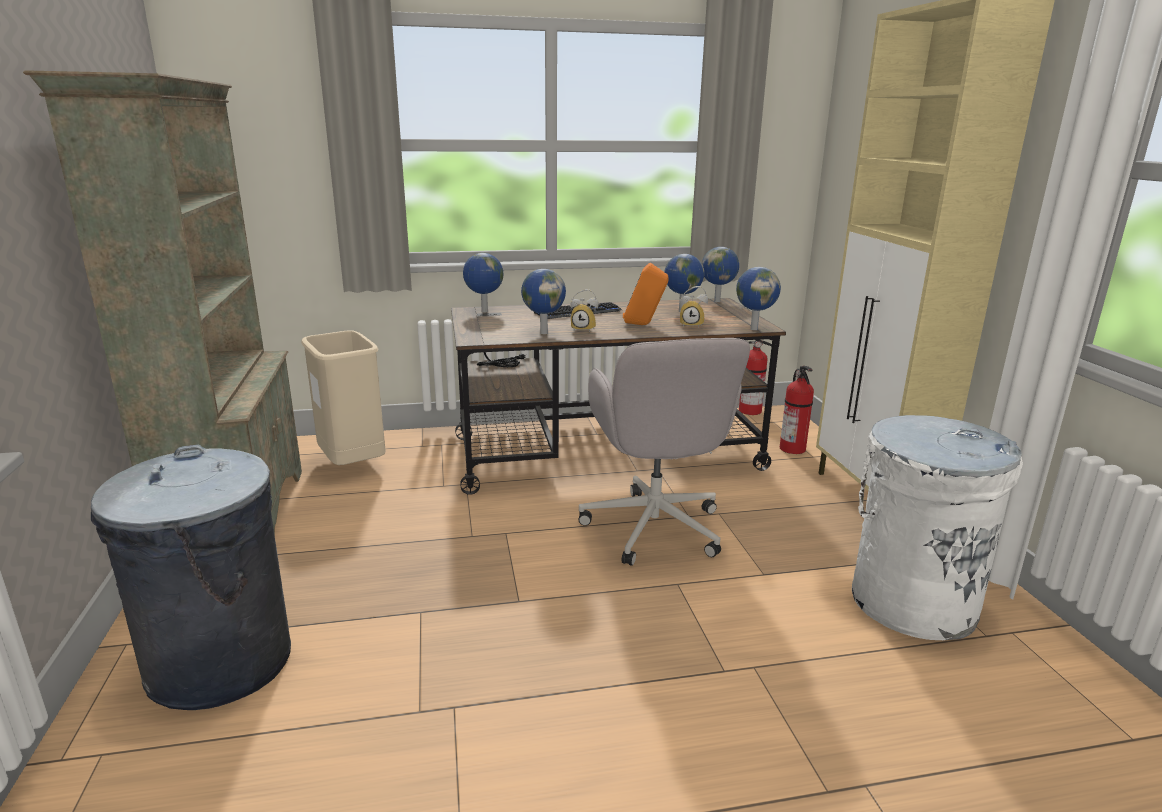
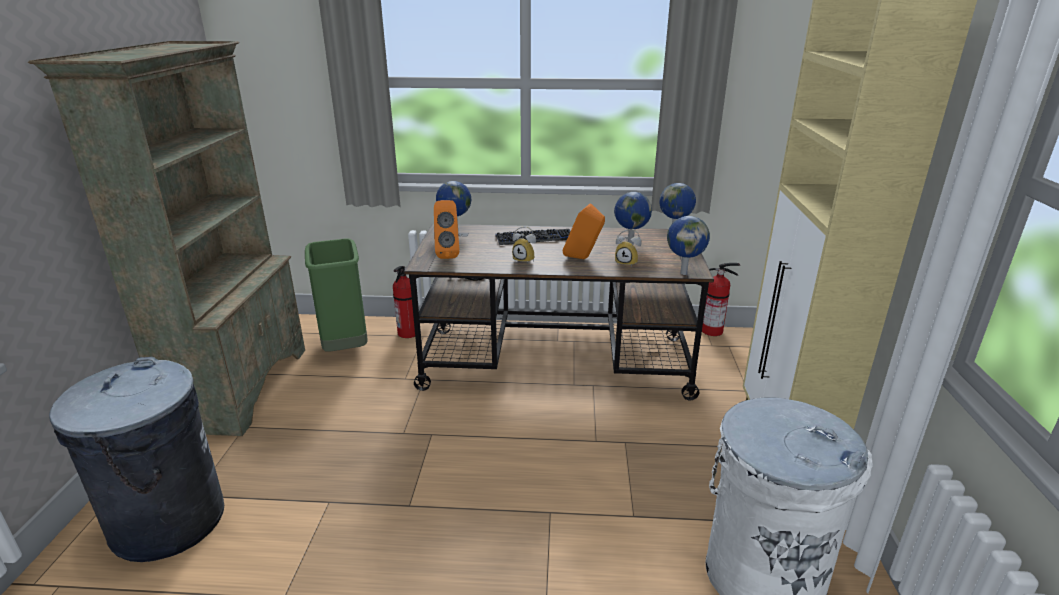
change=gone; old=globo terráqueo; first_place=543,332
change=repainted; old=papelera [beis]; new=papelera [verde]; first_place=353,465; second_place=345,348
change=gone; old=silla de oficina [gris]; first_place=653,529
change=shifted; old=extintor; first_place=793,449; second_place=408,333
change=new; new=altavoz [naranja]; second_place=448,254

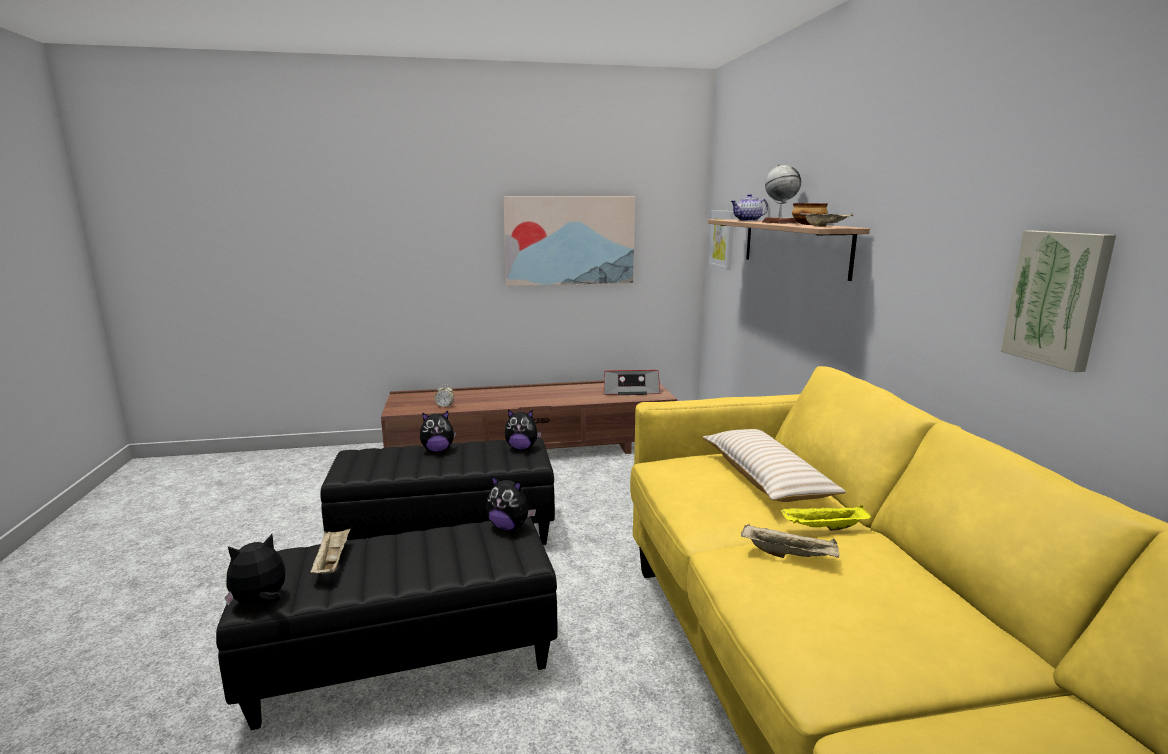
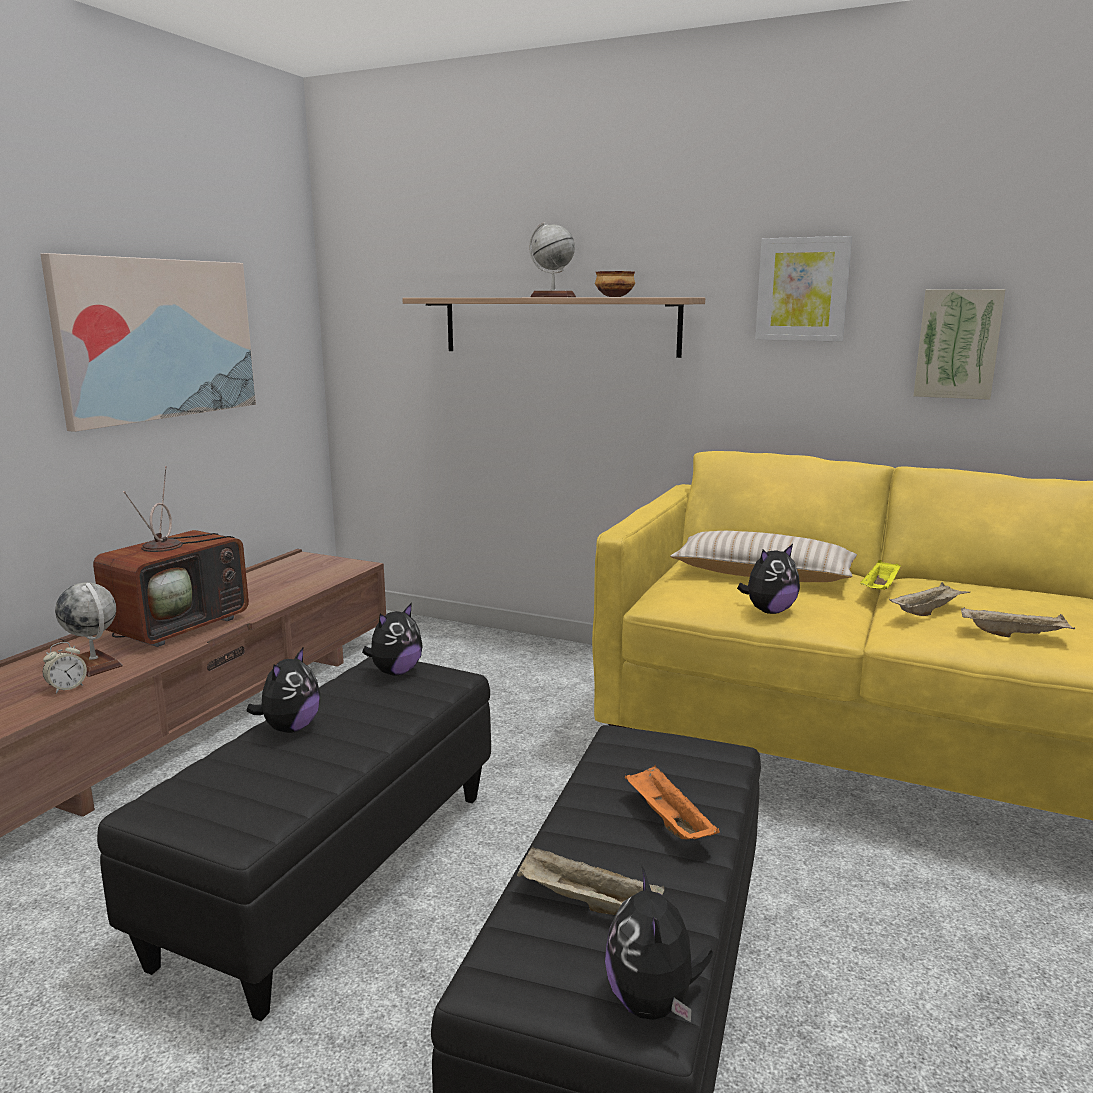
change=gone; old=tetera; first_place=748,220
change=shifted; old=cuadro; first_place=722,239; second_place=802,289
change=shifted; old=bandeja [beis]; first_place=825,226; second_place=1014,635
change=gone; old=radio; first_place=630,391
change=shifted; old=peluche; first_place=509,526; second_place=769,611
change=new; new=televisor; second_place=180,625
change=new; new=globo terráqueo; second_place=94,665
change=new; new=bandeja [naranja]; second_place=667,821

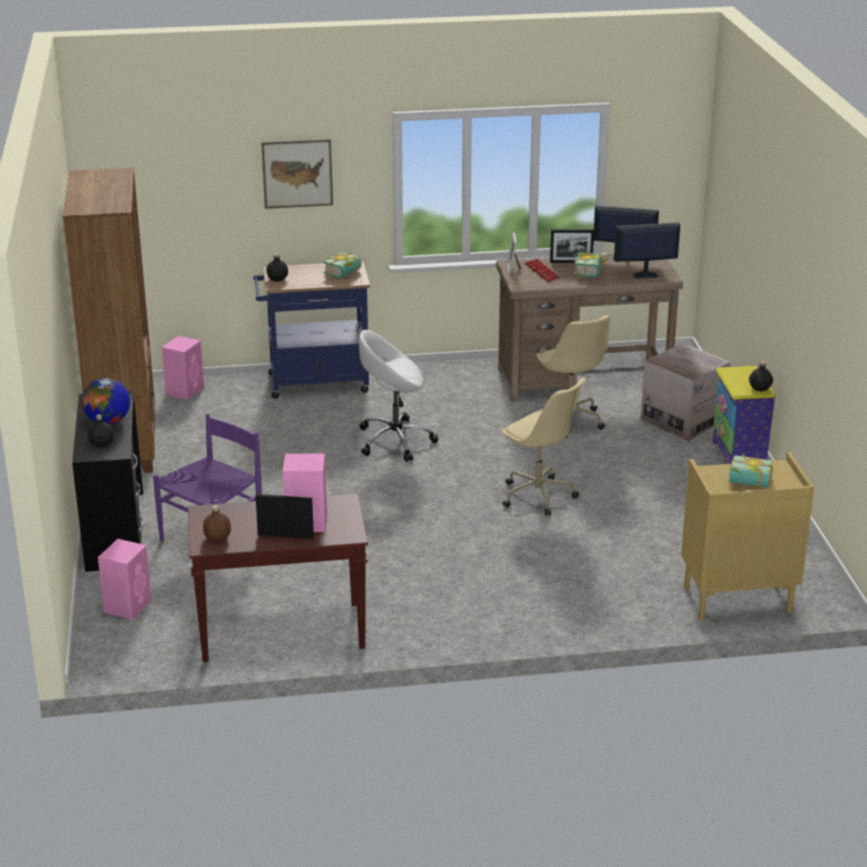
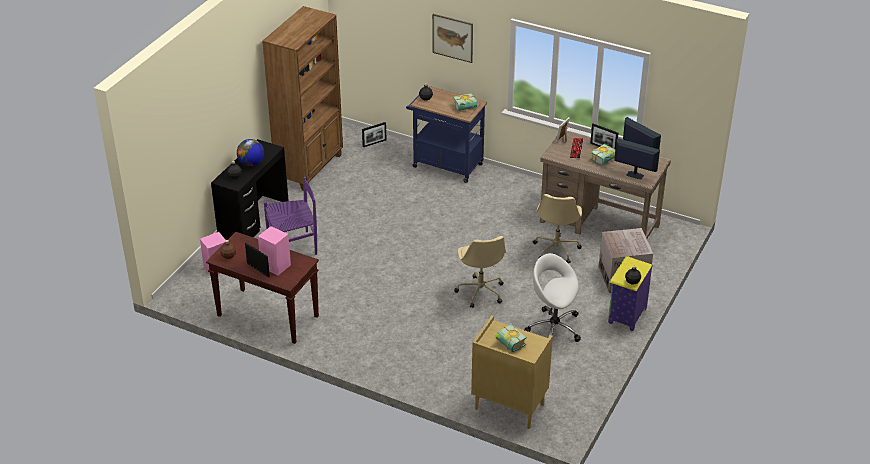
change=shifted; old=silla de oficina [blanco]; first_place=393,441; second_place=553,328
change=swapped; old=altavoz [rosa]; new=portarretratos; first_place=185,390; second_place=374,143

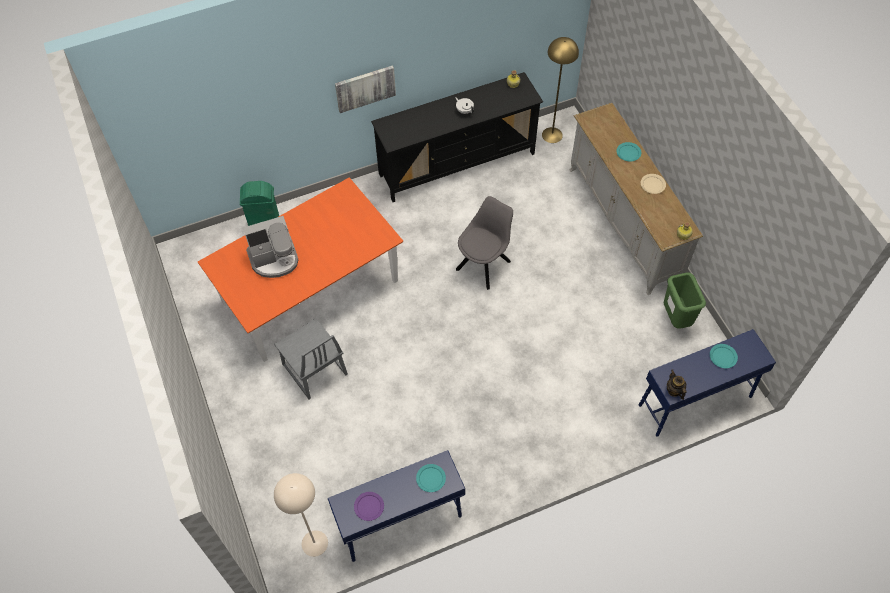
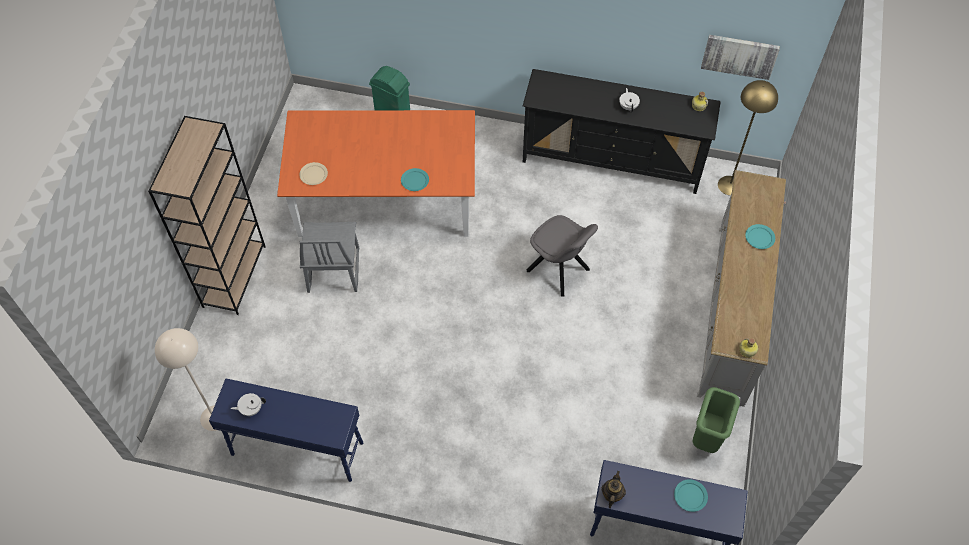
change=shifted; old=cuadro; first_place=365,88; second_place=739,55
change=shifted; old=plato [beis]; first_place=652,184; second_place=314,174
change=rotated; old=silla [gris]; first_place=484,265; second_place=558,270; degrees=60
change=gone; old=cafetera; first_place=274,259
change=shifted; old=plato [turquesa]; first_place=431,478; second_place=415,180
change=swapped; old=plato [morado]; new=tetera [blanco]; first_place=368,506; second_place=251,409
change=new; new=estantería [beis]; second_place=234,276

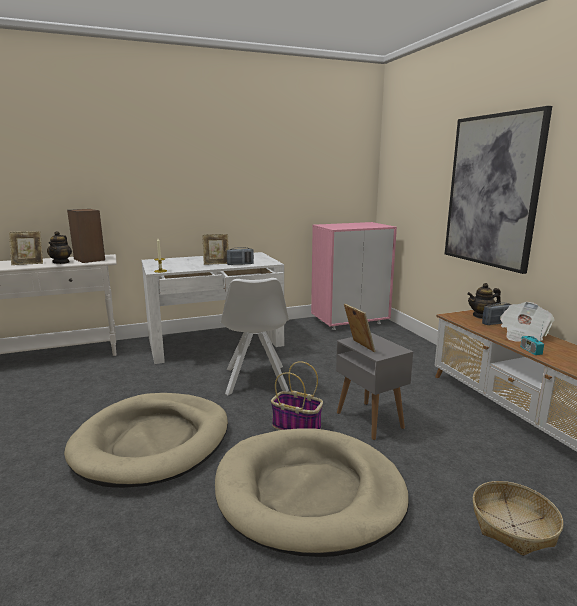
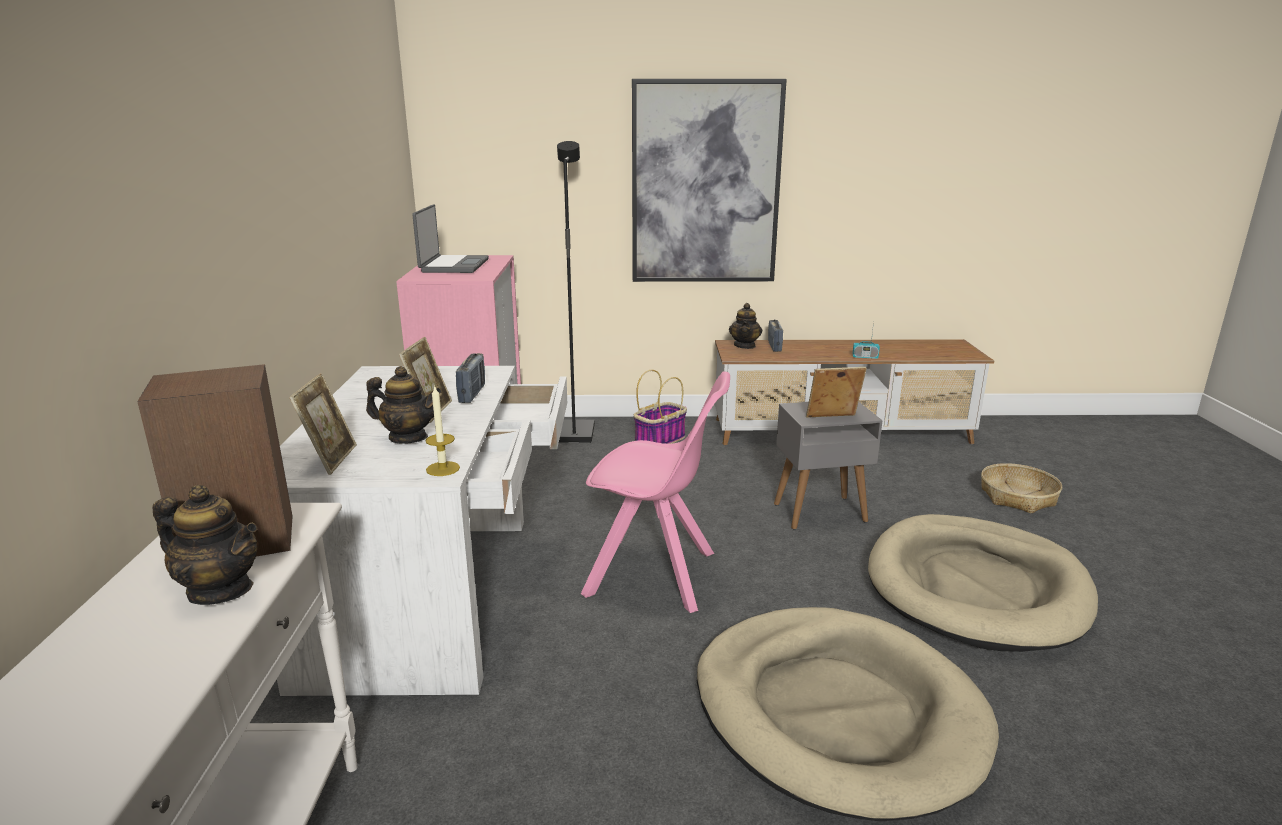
change=shifted; old=portarretratos; first_place=28,263; second_place=330,459
change=repainted; old=silla [blanco]; new=silla [rosa]; first_place=255,381; second_place=654,575
change=gone; old=periódico; first_place=523,335
change=shifted; old=cesta; first_place=297,426; second_place=660,440
change=new; new=lámpara de pie [negro]; second_place=574,433
change=new; new=portátil; second_place=453,266
change=new; new=tetera; second_place=408,437

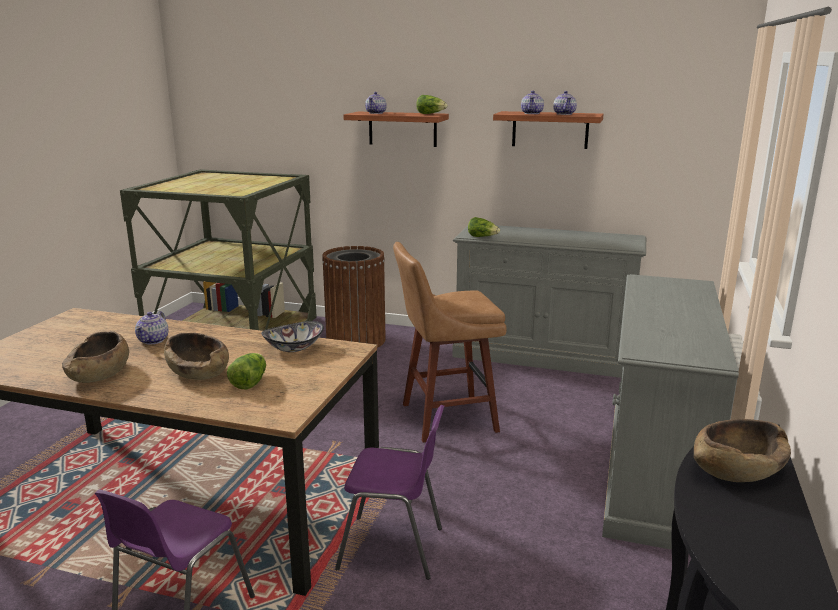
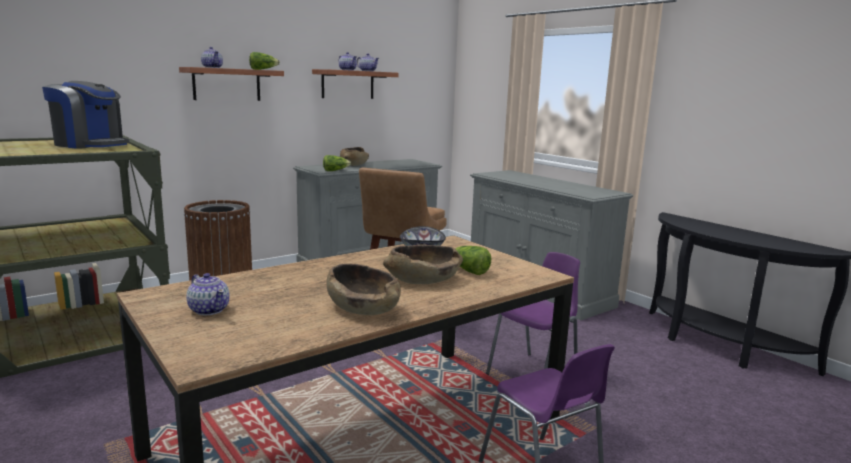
change=shifted; old=tetera; first_place=153,340; second_place=209,310
change=shifted; old=cuenco [marrón]; first_place=737,470; second_place=354,164
change=new; new=cafetera; second_place=90,145

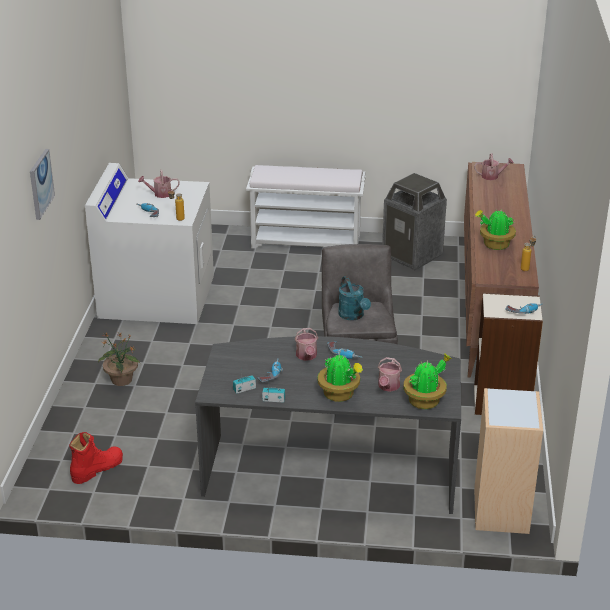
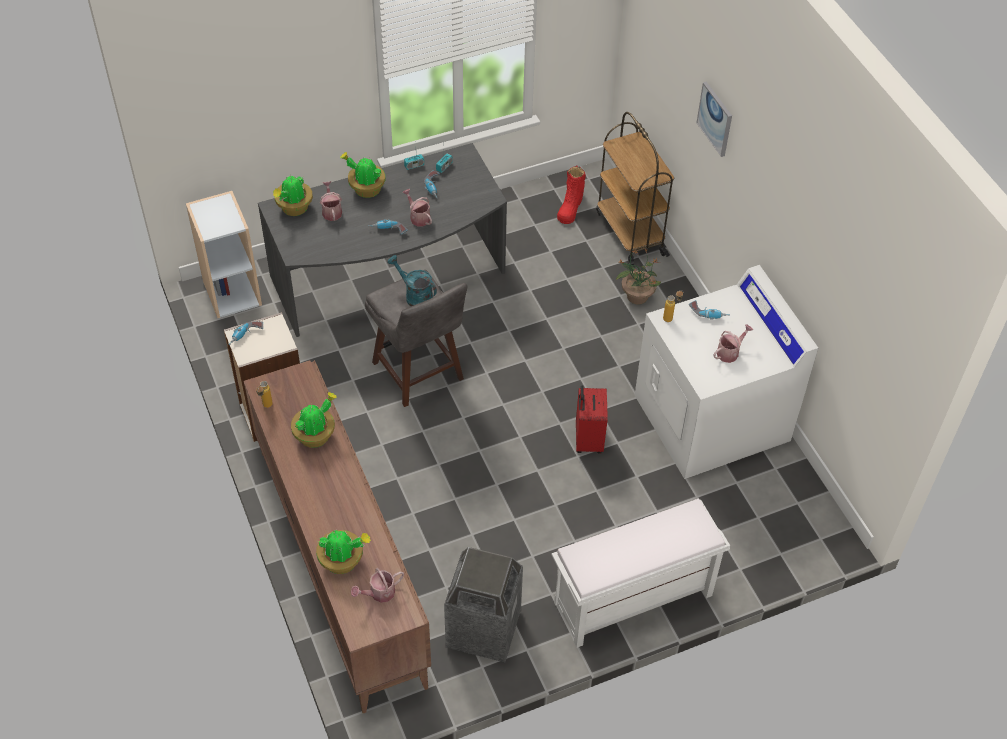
change=new; new=carrito [marrón]; second_place=630,232
change=new; new=maleta [rojo]; second_place=587,440
change=new; new=planta en maceta; second_place=343,561

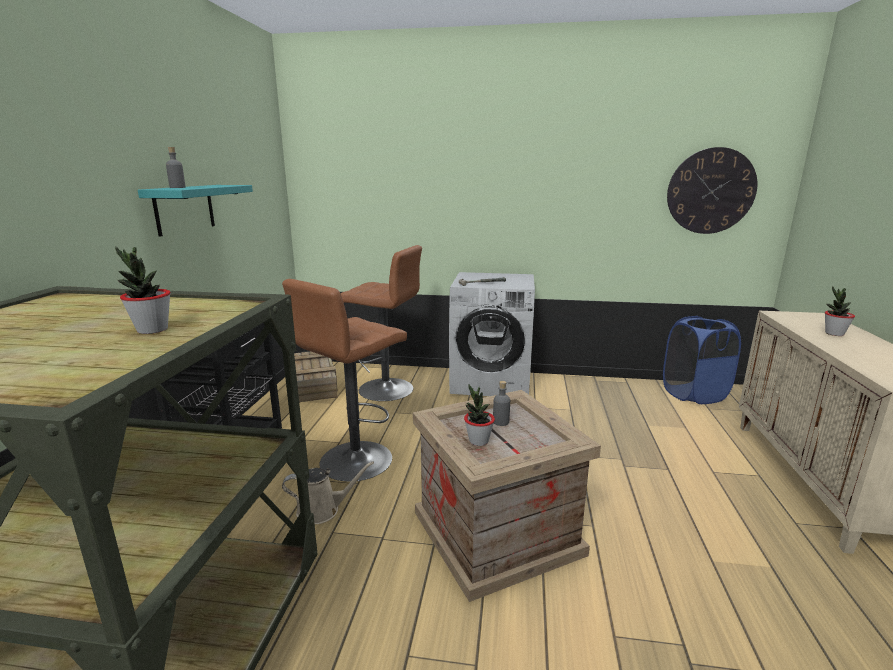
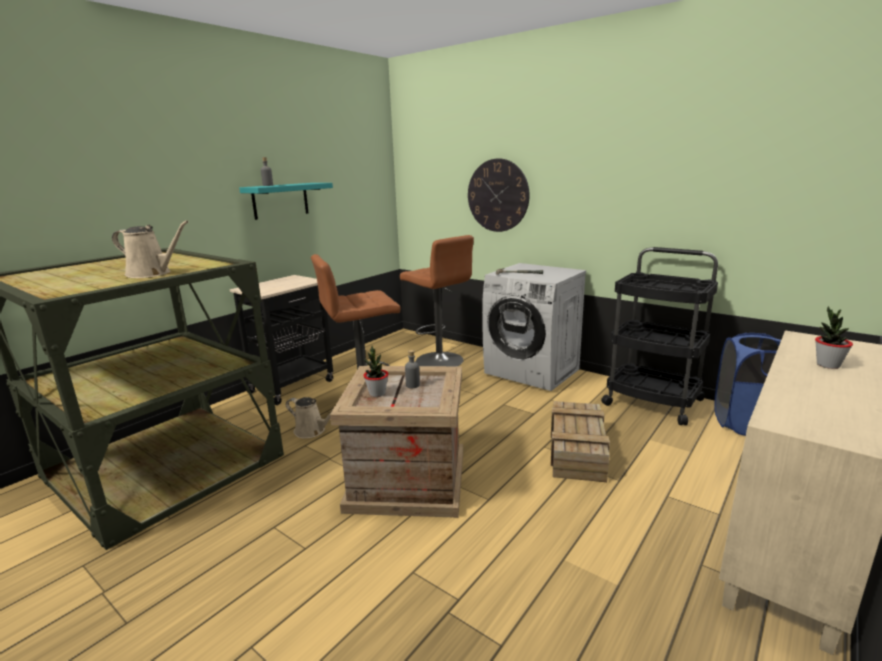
change=shifted; old=reloj de pared; first_place=711,191; second_place=498,195
change=swapped; old=planta en maceta; new=regadera [beis]; first_place=152,330; second_place=152,274
change=shifted; old=caja de embalaje; first_place=315,384; second_place=577,451
change=new; new=carrito [negro]; second_place=651,402

